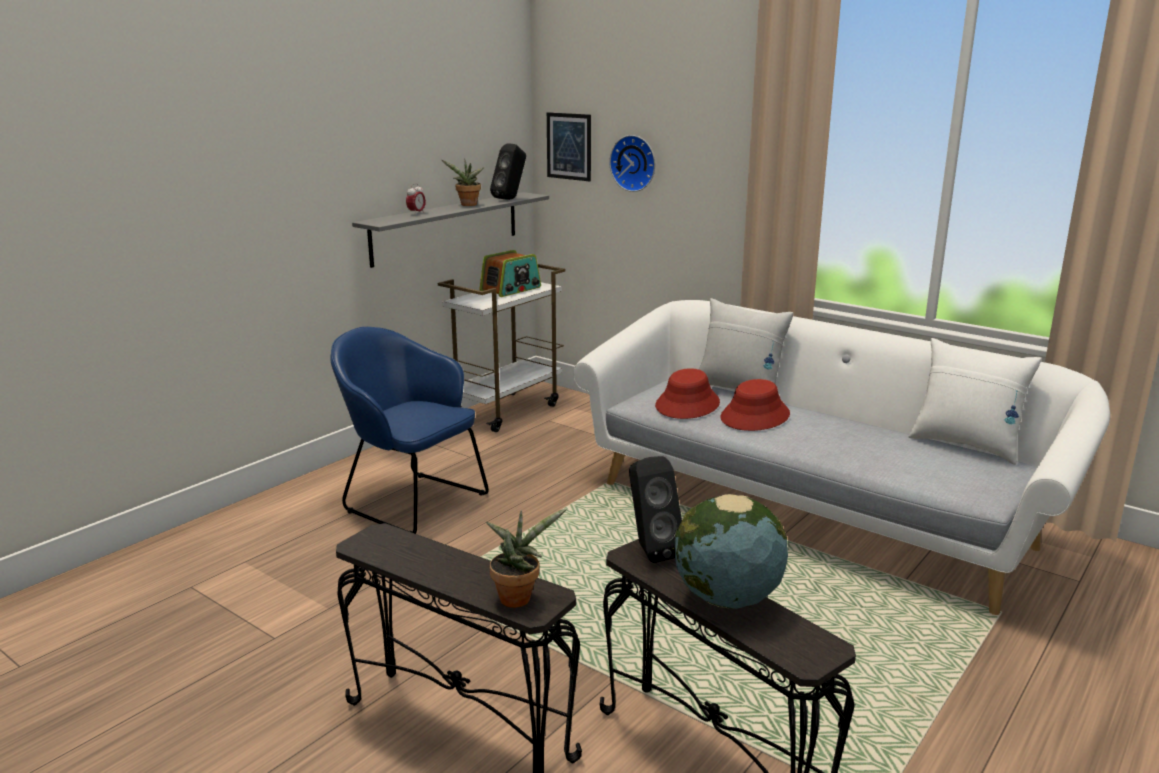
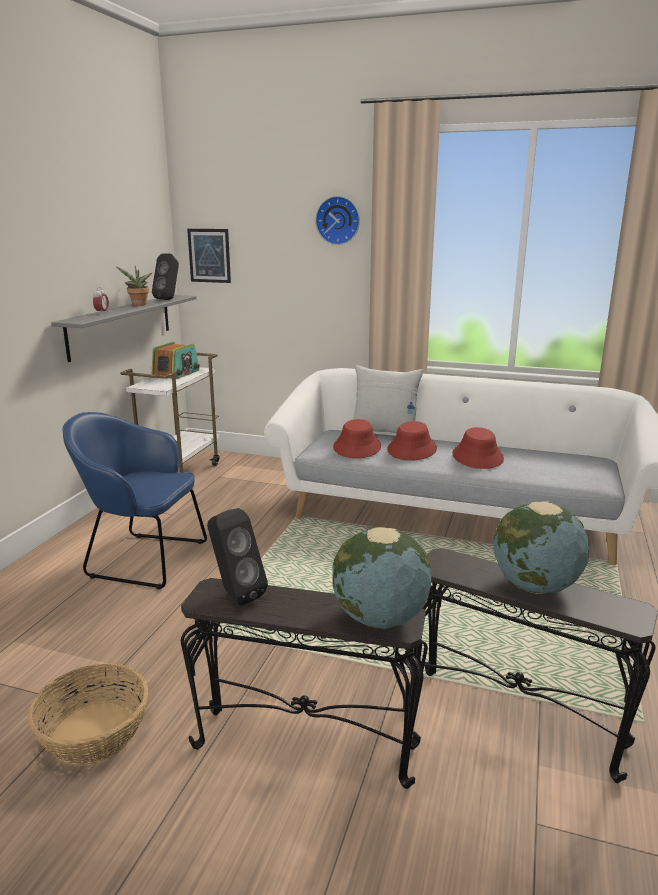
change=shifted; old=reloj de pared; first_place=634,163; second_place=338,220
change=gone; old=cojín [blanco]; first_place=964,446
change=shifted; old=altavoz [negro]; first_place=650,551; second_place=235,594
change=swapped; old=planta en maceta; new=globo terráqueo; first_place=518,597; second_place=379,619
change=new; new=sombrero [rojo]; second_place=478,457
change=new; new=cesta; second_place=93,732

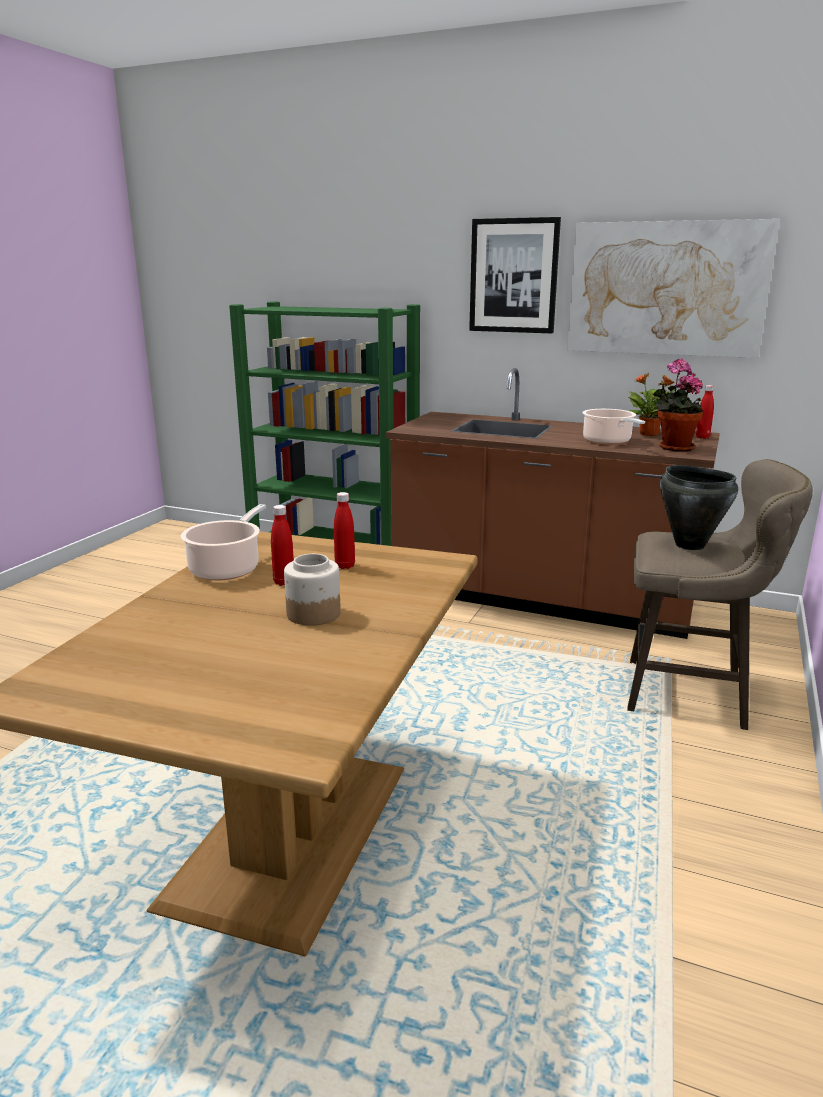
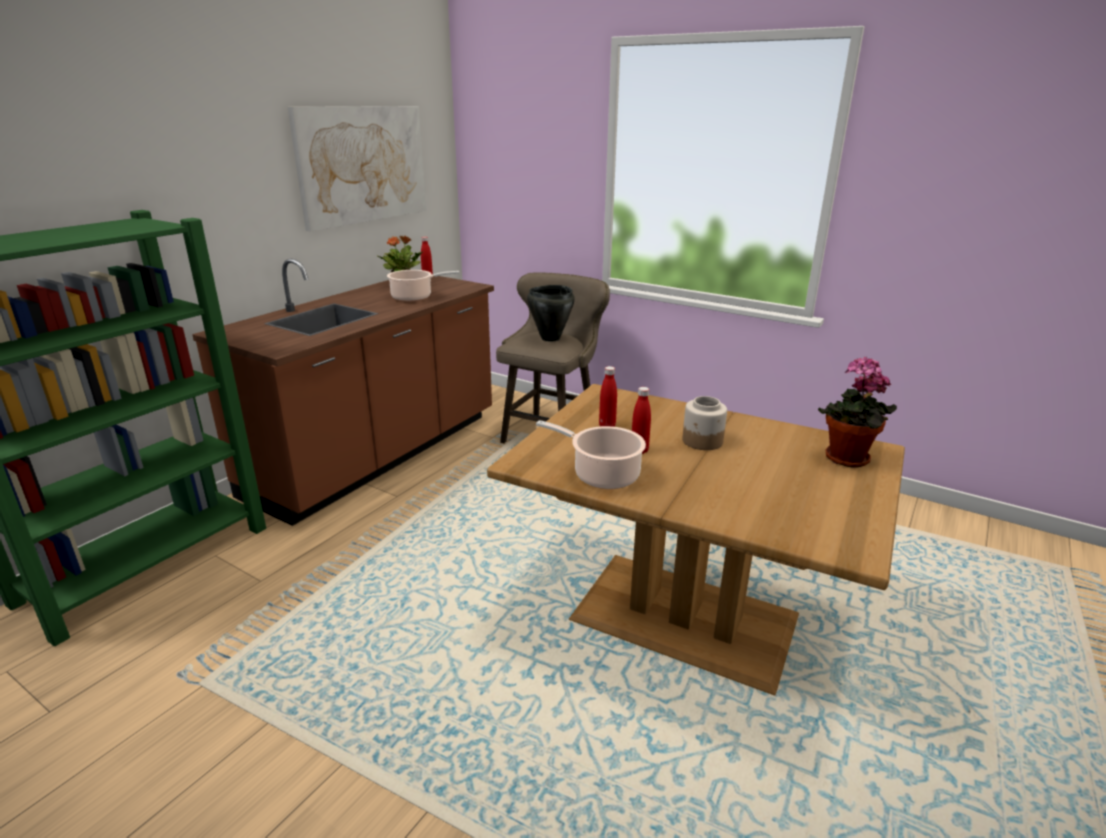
change=gone; old=cuadro; first_place=513,276
change=shifted; old=planta en maceta; first_place=672,448; second_place=845,460

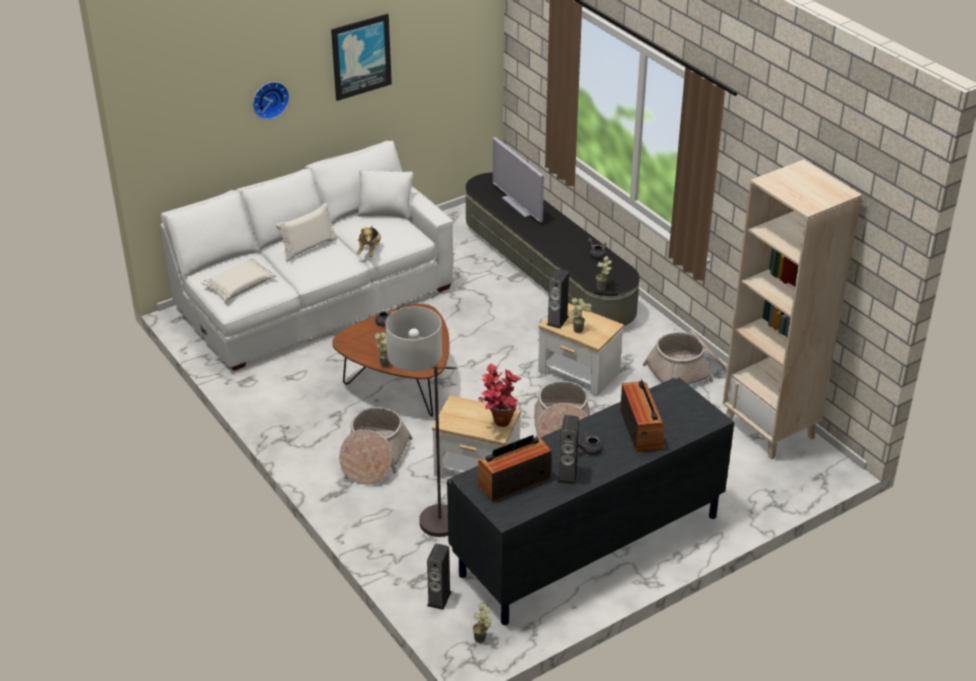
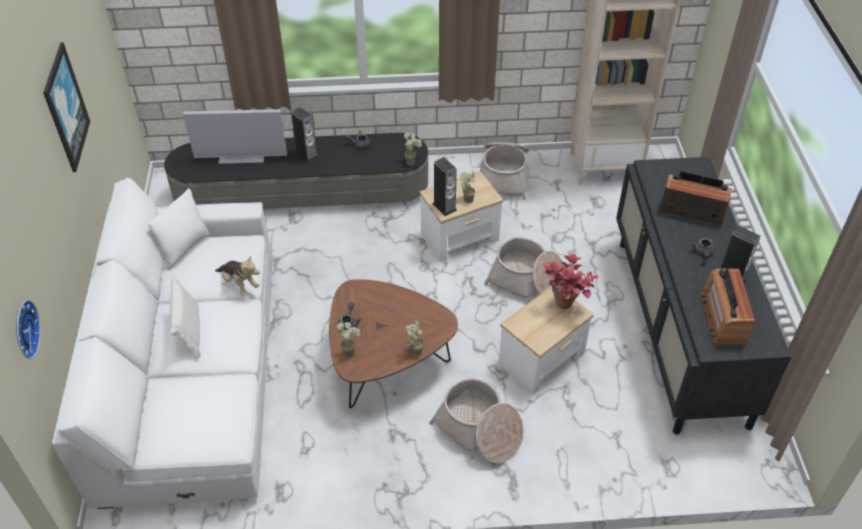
change=shifted; old=reloj de pared; first_place=269,99; second_place=23,329
change=gone; old=cojín [blanco]; first_place=239,284
change=gone; old=lámpara de pie [blanco]; first_place=427,522
change=shifted; old=altavoz; first_place=439,598; second_place=307,155
change=shifted; old=planta en maceta; first_place=483,640; second_place=351,352

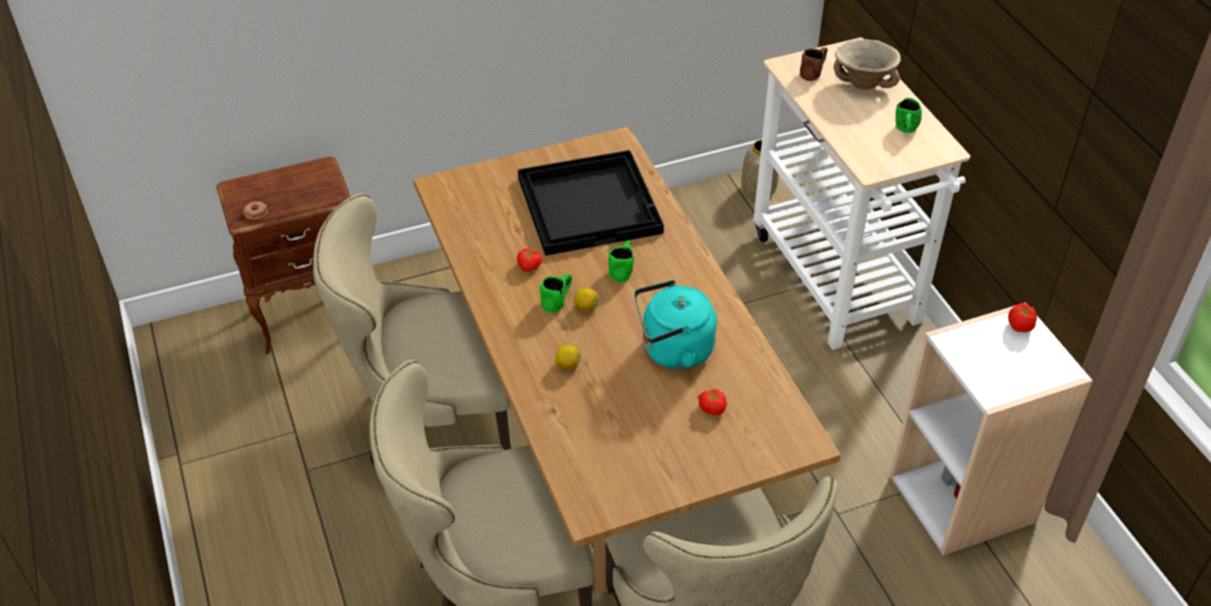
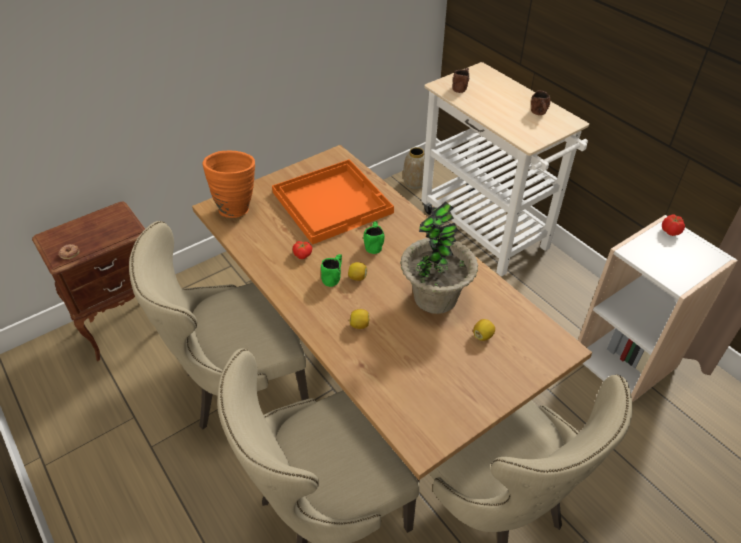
change=gone; old=cuenco [beis]; first_place=863,82
change=repainted; old=taza grande [verde]; new=taza grande [marrón]; first_place=905,131; second_place=539,114
change=repainted; old=bandeja [negro]; new=bandeja [naranja]; first_place=590,204; second_place=332,201
change=swapped; old=hervidor [turquesa]; new=planta en maceta; first_place=673,350; second_place=435,297
change=swapped; old=tomate; new=limón; first_place=712,407; second_place=483,335
change=new; new=florero [naranja]; second_place=237,207

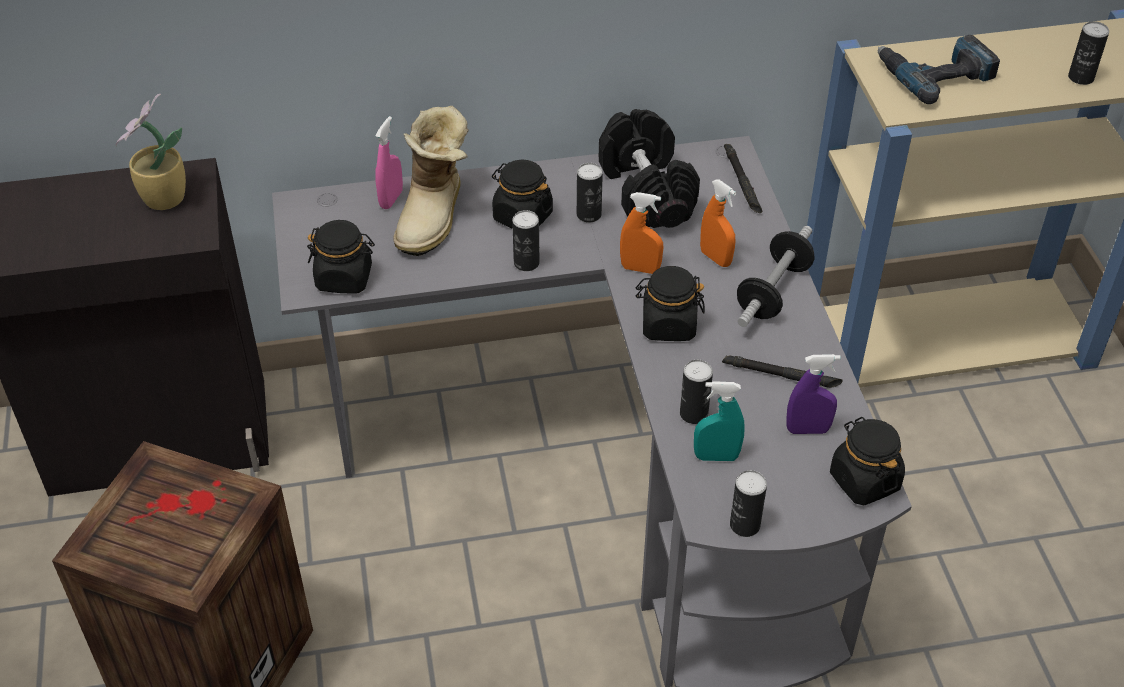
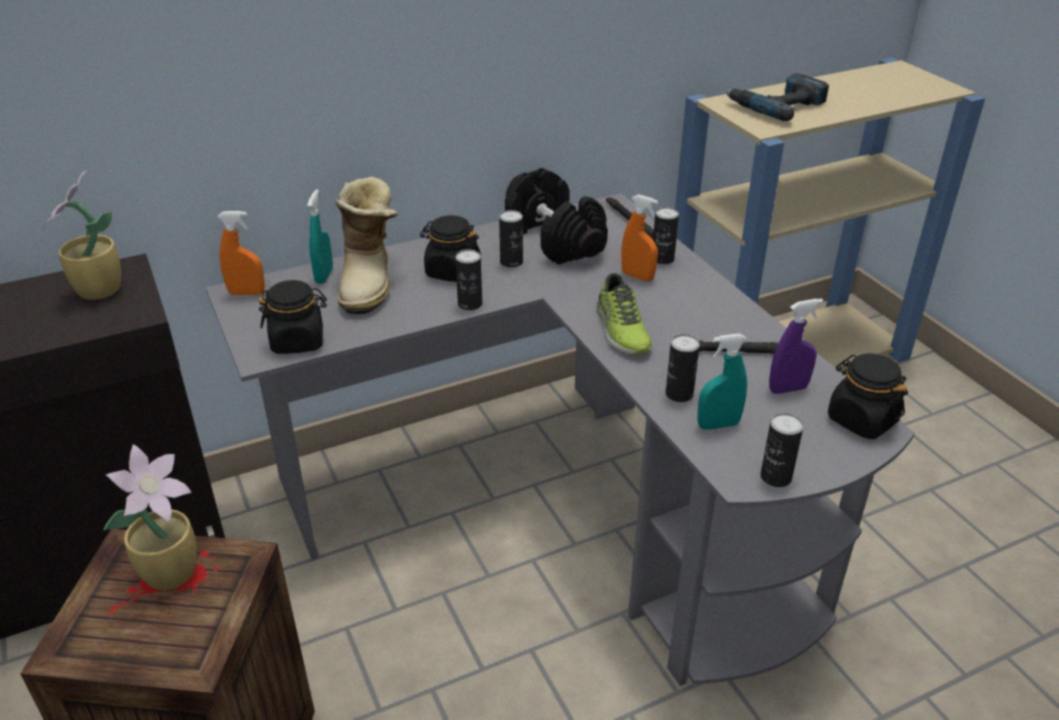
change=shifted; old=lata; first_place=1081,77; second_place=662,259
change=repainted; old=pulverizador [rosa]; new=pulverizador [turquesa]; first_place=391,199; second_place=324,276
change=shifted; old=pulverizador [naranja]; first_place=640,268; second_place=247,293
change=gone; old=mancuerna; first_place=773,292
change=swapped; old=tarro [negro]; new=zapato; first_place=668,325; second_place=621,330
change=new; new=planta en maceta; second_place=173,571

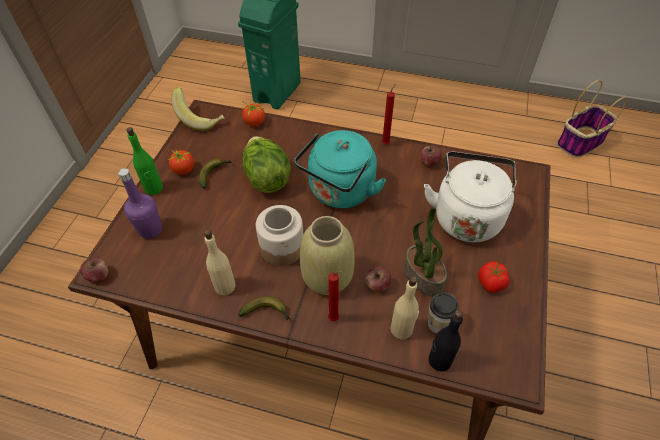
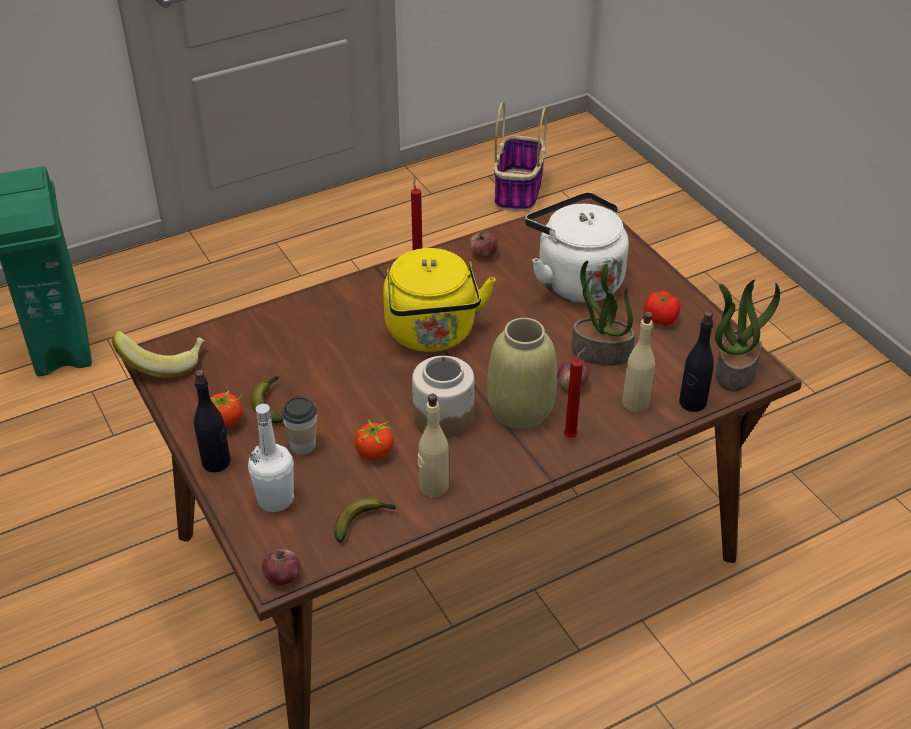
change=shifted; old=tomate; first_place=254,122; second_place=374,453
change=repainted; old=botella [verde]; new=botella [negro]; first_place=154,188; second_place=216,462
change=repainted; old=hervidor [turquesa]; new=hervidor [amarillo]; first_place=339,192; second_place=432,334
change=gone; old=lechuga; first_place=266,178
change=repainted; old=botella [morado]; new=botella [blanco]; first_place=150,229; second_place=275,499
change=shifted; old=taza; first_place=437,324; second_place=303,445
change=shifted; old=plátano; first_place=267,313; second_place=363,521
change=new; new=planta en maceta; second_place=735,370

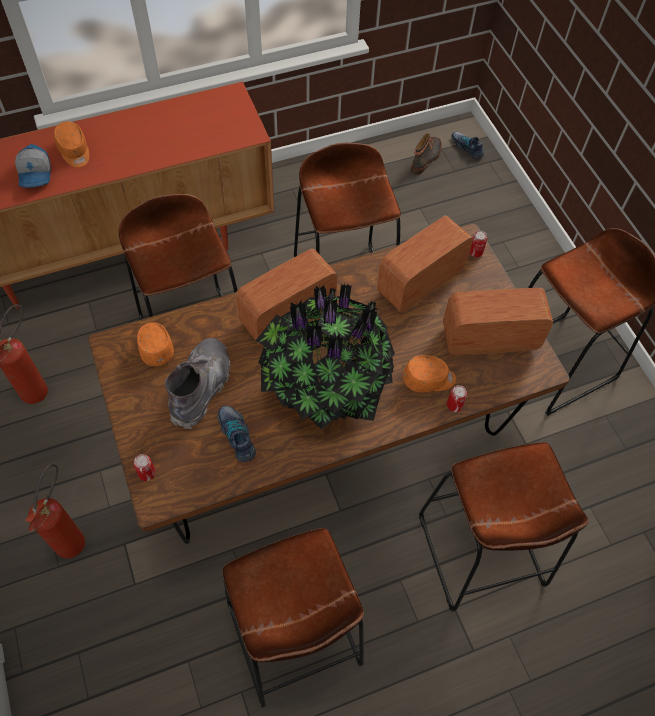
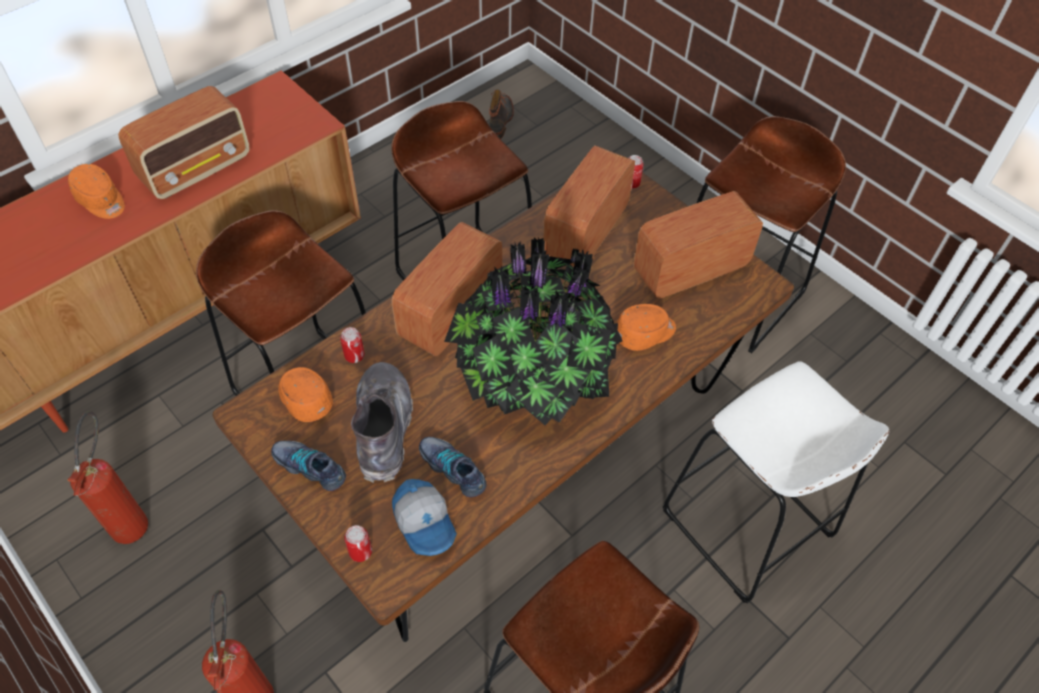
change=shifted; old=zapato; first_place=467,147; second_place=310,467
change=shifted; old=gorra; first_place=36,174; second_place=426,522
change=shifted; old=lata; first_place=454,405; second_place=354,355
change=repainted; old=taburete [marrón]; new=taburete [blanco]; first_place=480,551; second_place=747,524
change=new; new=radio; second_place=197,168

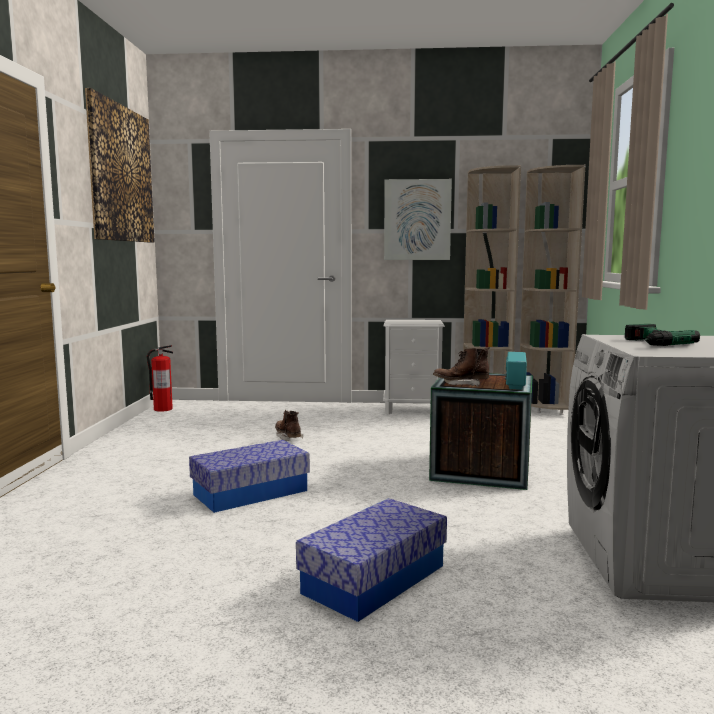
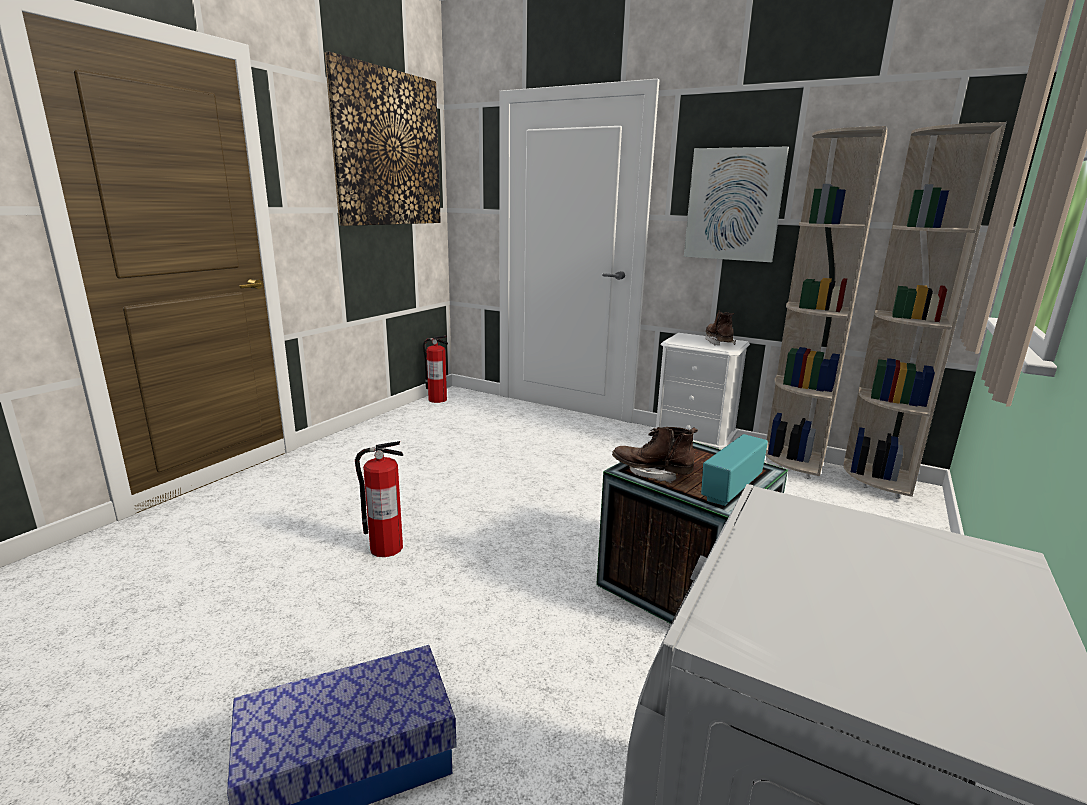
change=gone; old=taladro; first_place=645,343
change=shifted; old=bota [marrón]; first_place=288,437; second_place=718,342
change=swapped; old=caja de almacenaje; new=extintor; first_place=250,492; second_place=385,548

